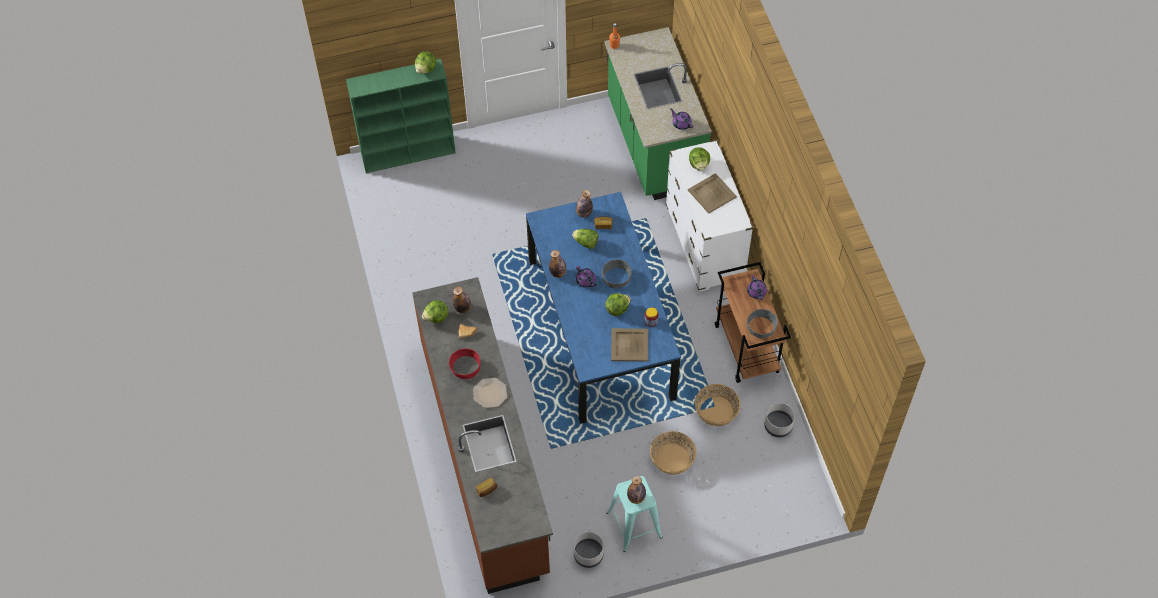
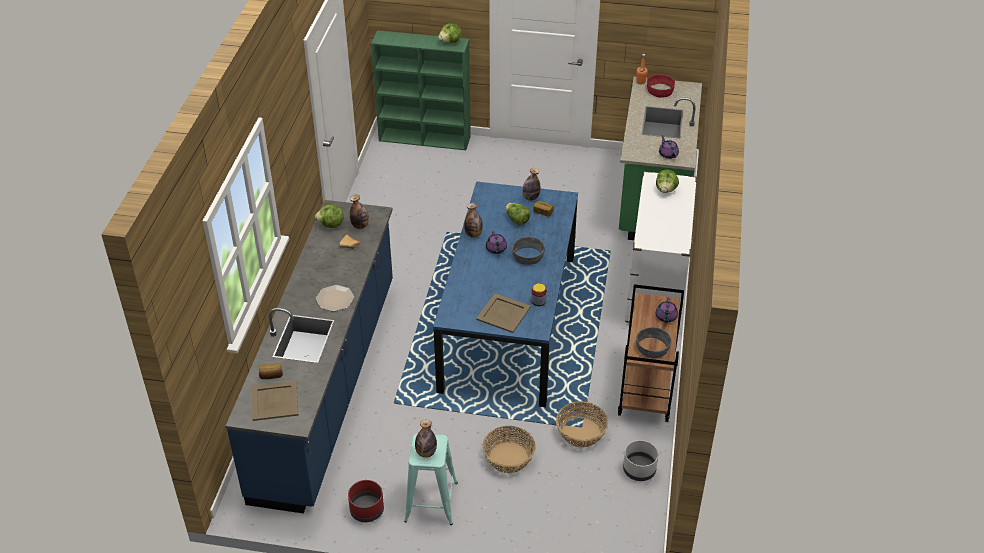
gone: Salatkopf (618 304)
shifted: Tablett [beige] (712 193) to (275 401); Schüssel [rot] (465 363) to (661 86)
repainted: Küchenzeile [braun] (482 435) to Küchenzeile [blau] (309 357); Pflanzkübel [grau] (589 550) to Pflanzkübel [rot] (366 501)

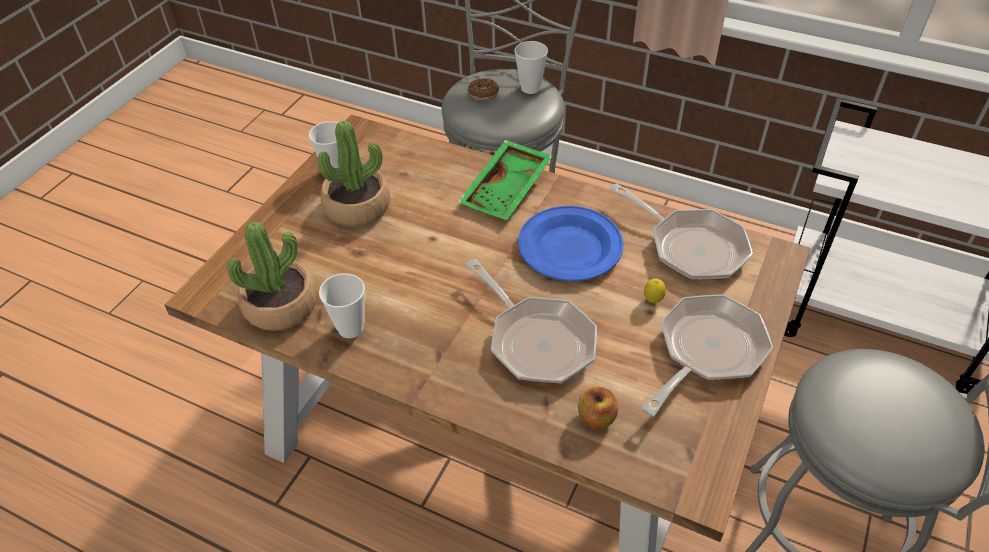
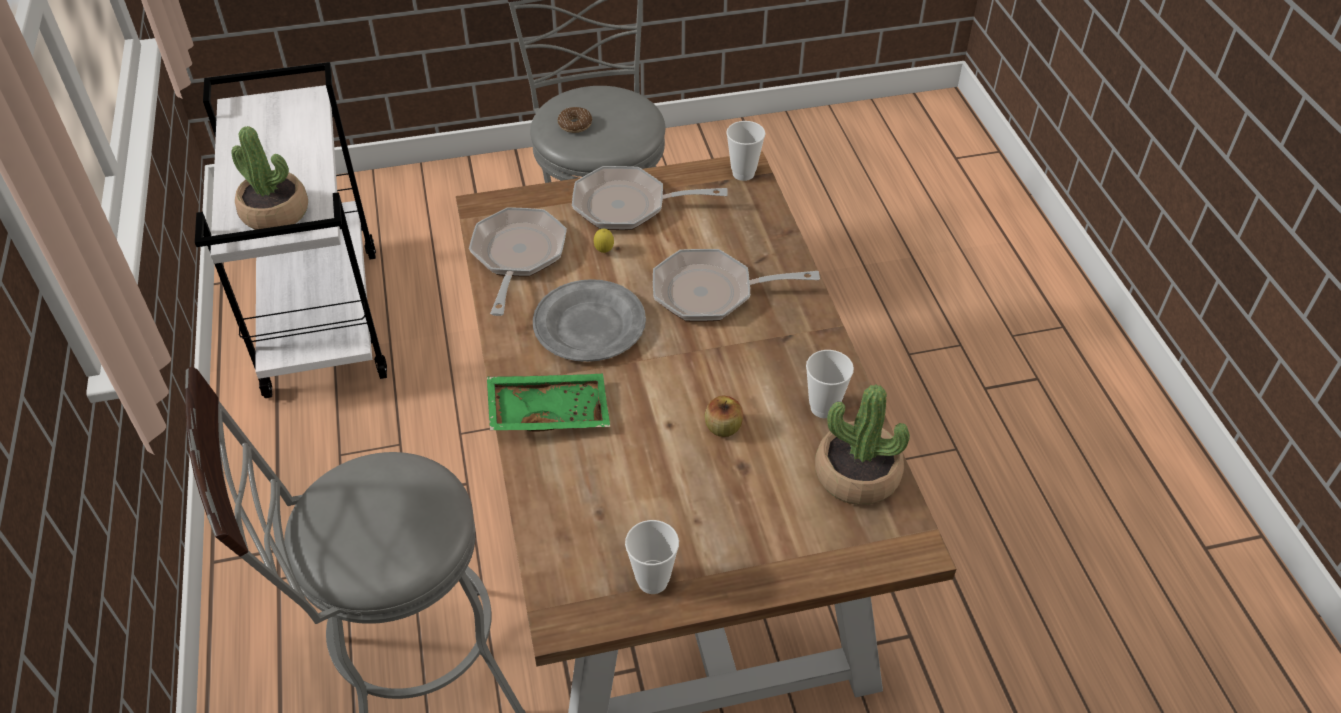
shifted: Topfpflanze (354 174) to (269 178); Donut (483 89) to (575 120); Apfel (598 408) to (724 416); Tasse (531 67) to (746 151)
repainted: Teller [blau] (571 243) to Teller [grau] (589 320)
rotated: Pfanne (531 321) = (736 285) 105 degrees counterclockwise

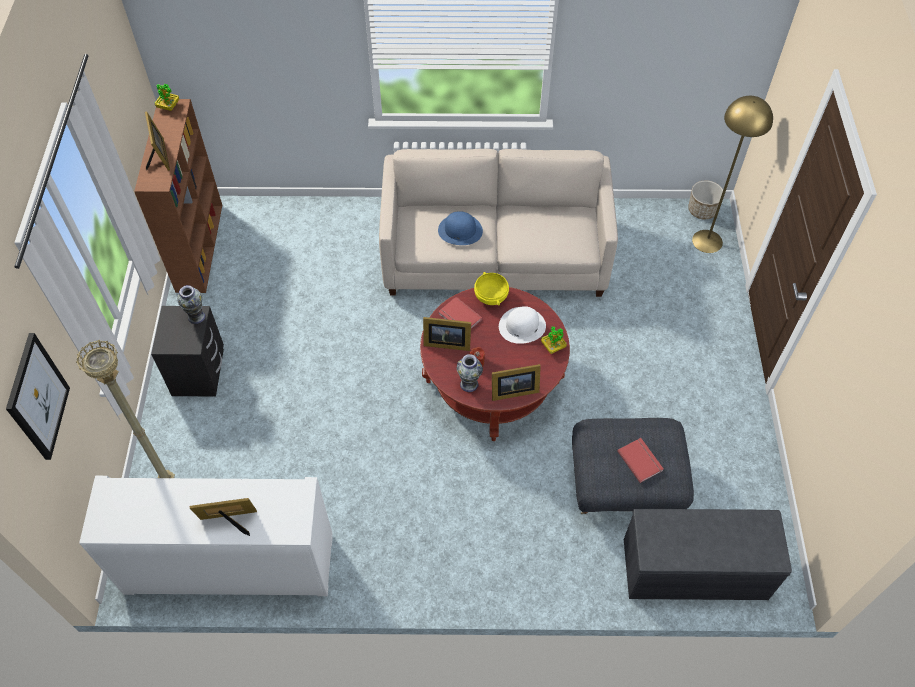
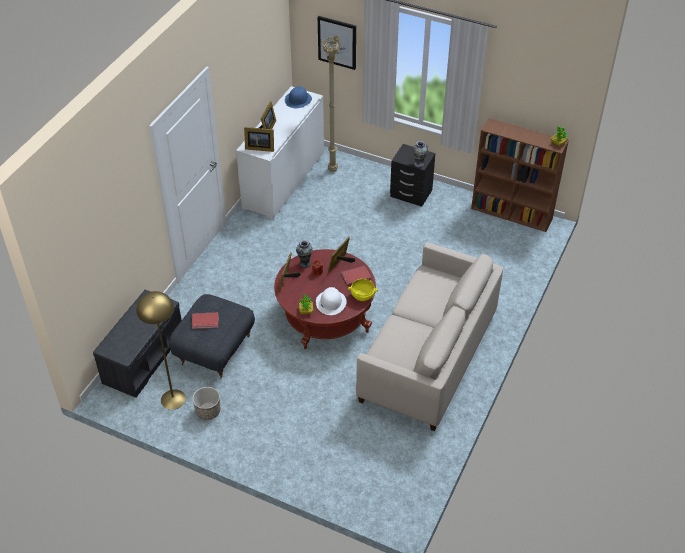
shifted: Stehlampe [gelb] (732 174) to (161 350); Pflanzkübel (705 199) to (206 403); Bilderrahmen (157 141) to (259 139); Hut [blau] (460 228) to (298 97)

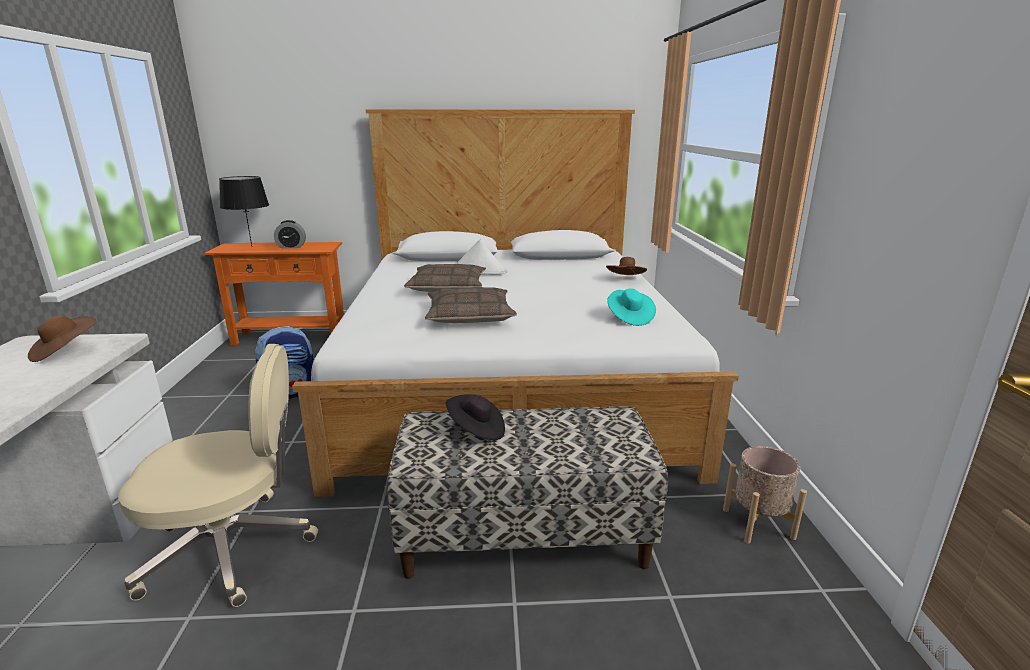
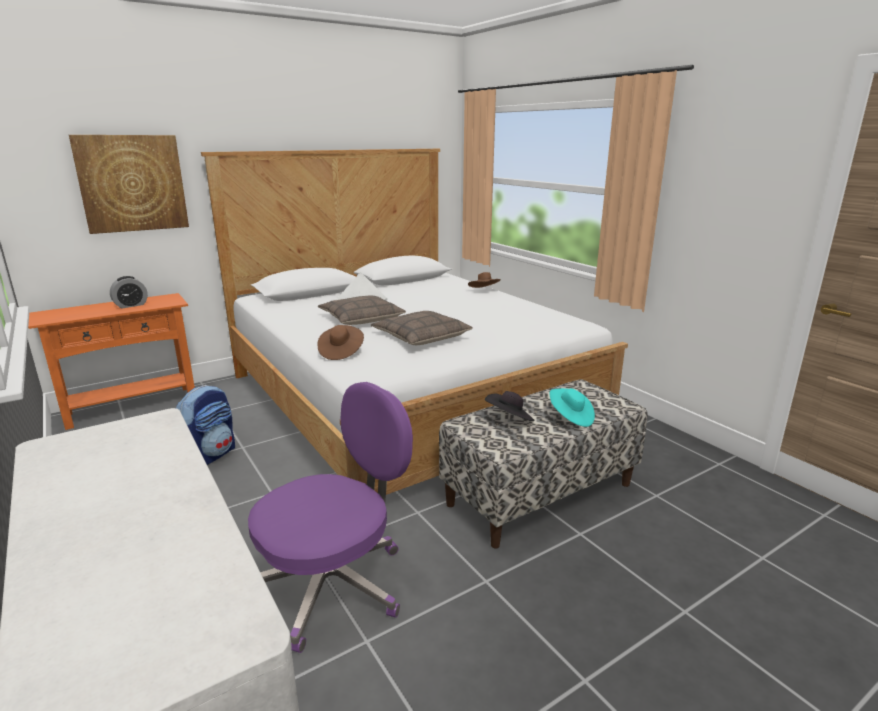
gone: Tischlampe [schwarz] (244 211); Pflanzkübel [beige] (765 494)
new: Bild (129 184)
shifted: Hut [braun] (62 338) to (341 342); Hut [türkis] (631 307) to (572 407)
repainted: Bürostuhl [beige] (218 475) to Bürostuhl [lila] (330 517)

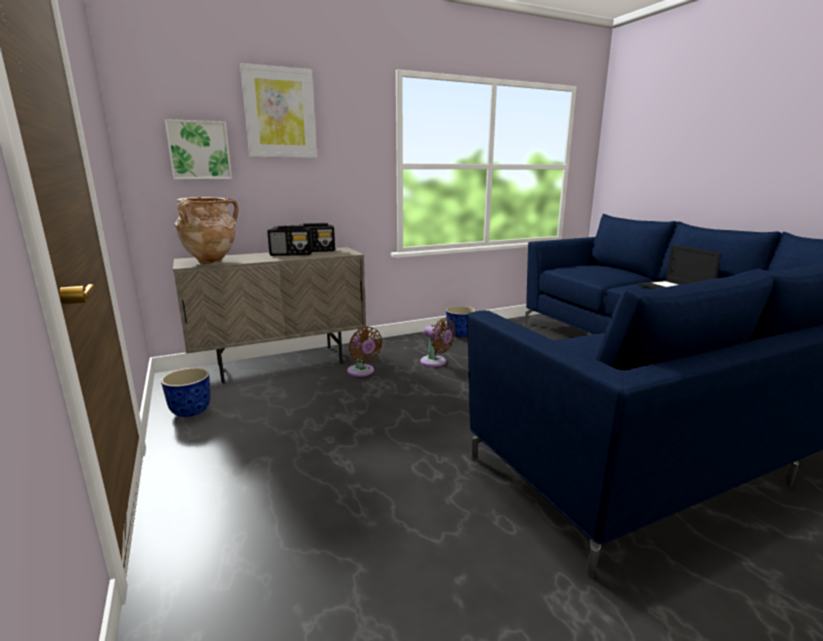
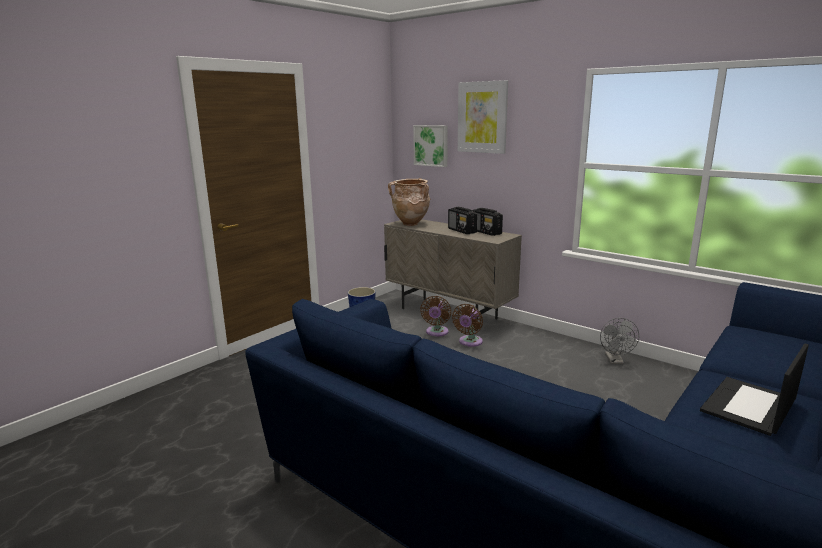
shifted: Ventilator [braun] (437 342) to (435 316)
swapped: Pflanzkübel (461 321) to Ventilator [grau] (619 341)

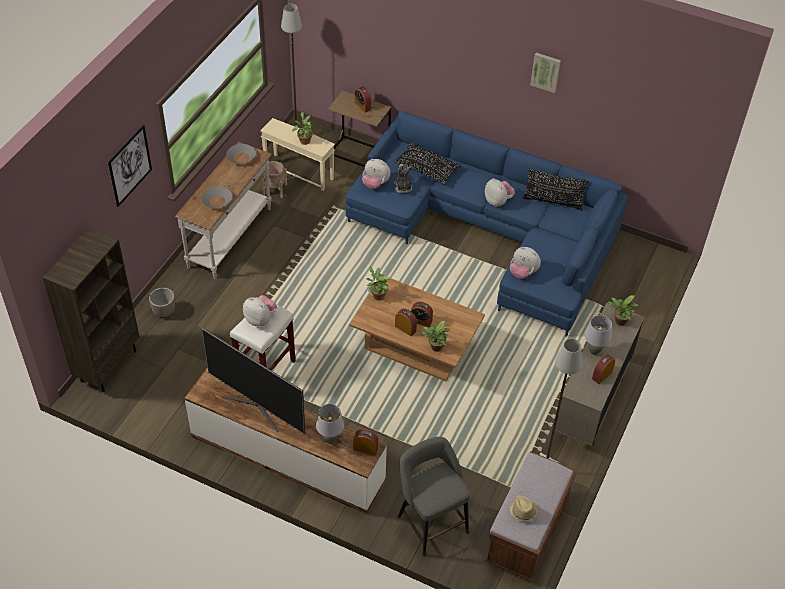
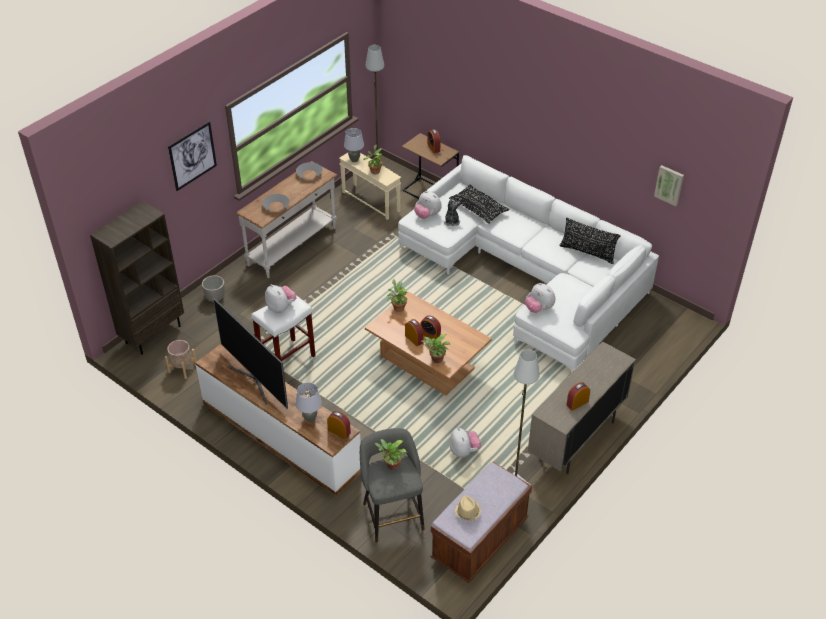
shifted: Pflanzkübel [beige] (274 179) to (181 359); Tischlampe [grau] (598 335) to (354 145); Topfpflanze (622 310) to (390 454); Plüschtier (500 192) to (465 442); Bild (545 73) to (669 185)
repainted: Sofa [blau] (487 224) to Sofa [weiß] (528 264)

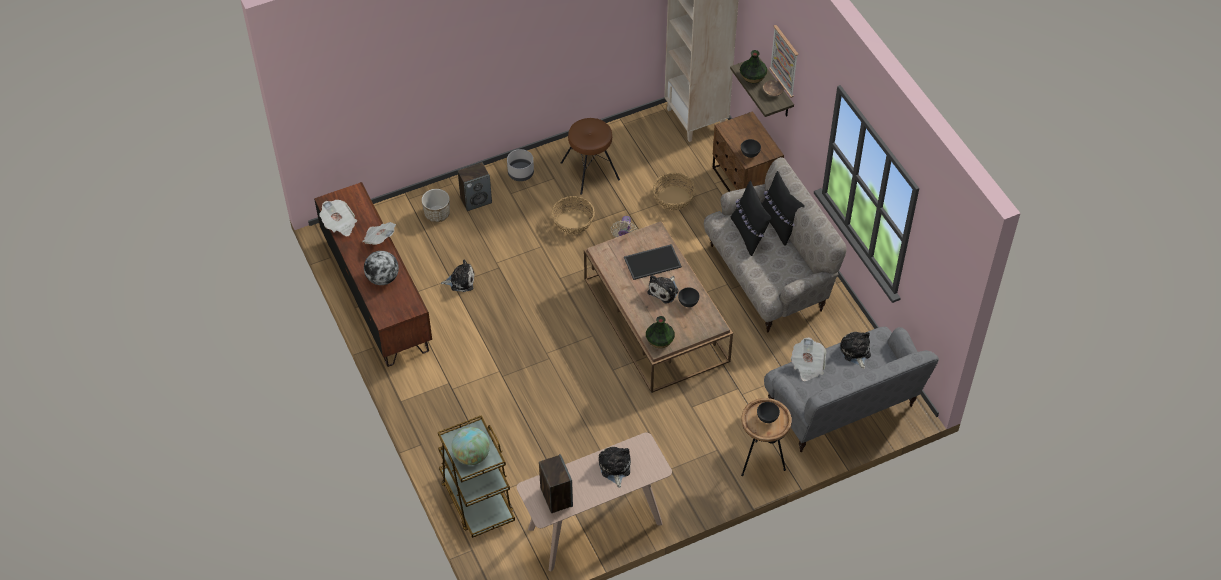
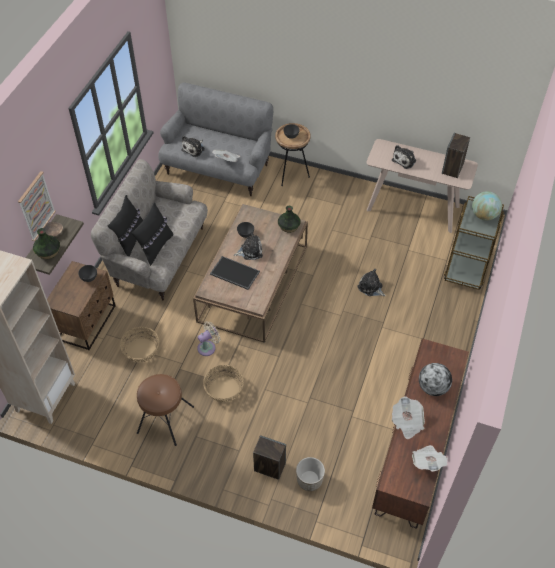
gone: Pflanzkübel [grau] (520 165)
shifted: Plüschtier (457 275) to (371 282)

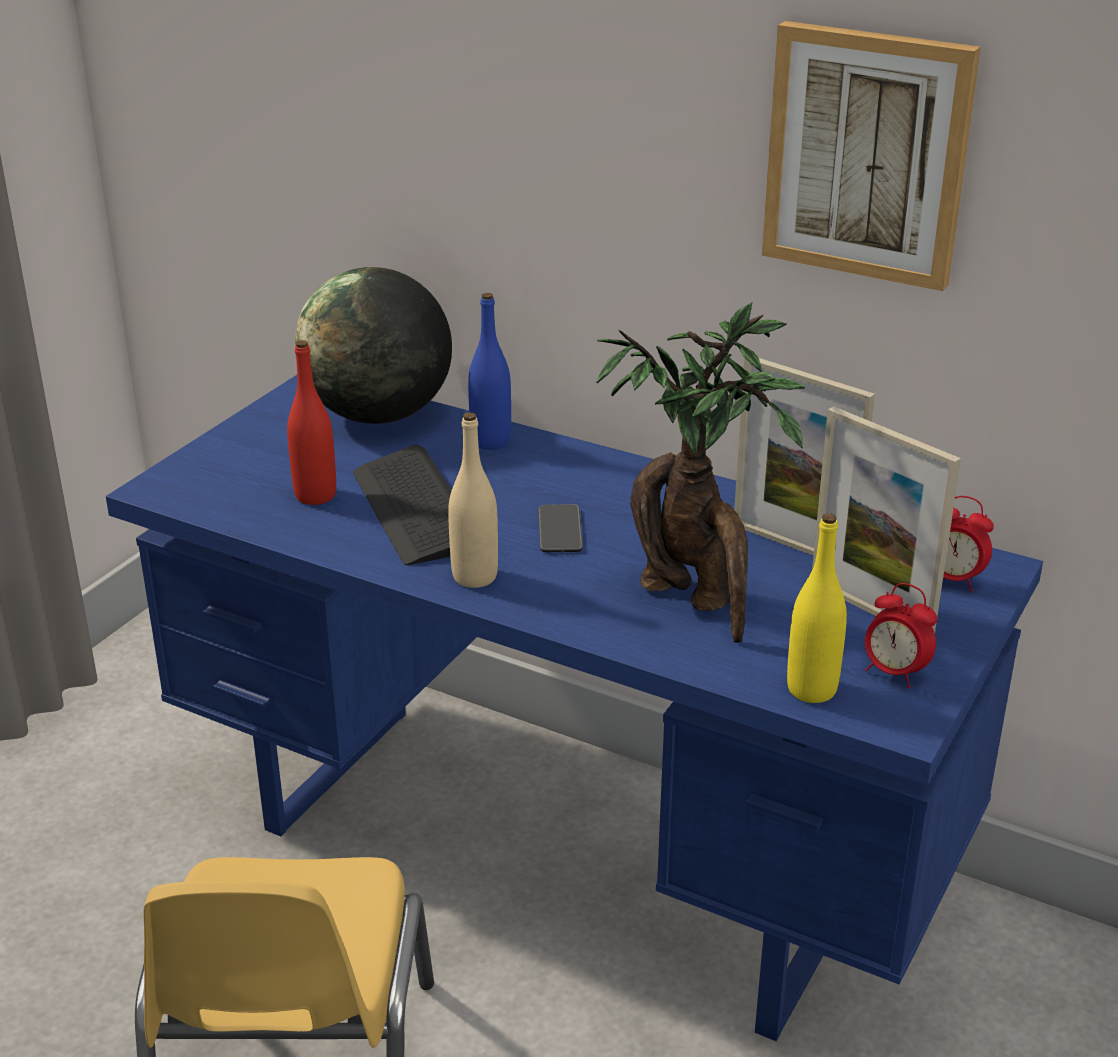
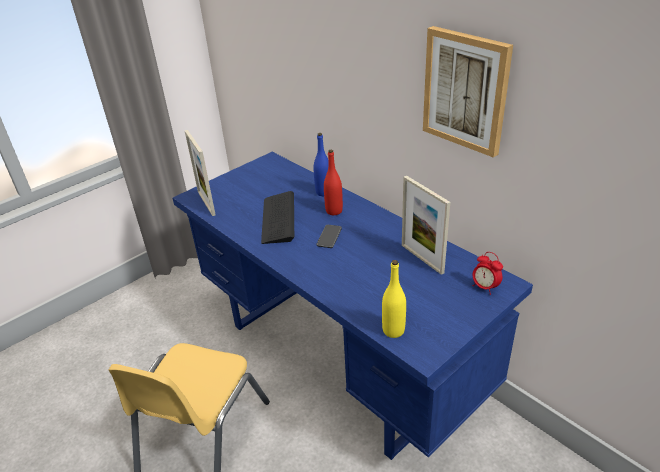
gone: Globus (373 345); Flasche [beige] (473 500); Topfpflanze (700 472); Wecker (901 635)
shifted: Bilderrahmen (886 519) to (200 173); Flasche [rot] (311 422) to (333 182)

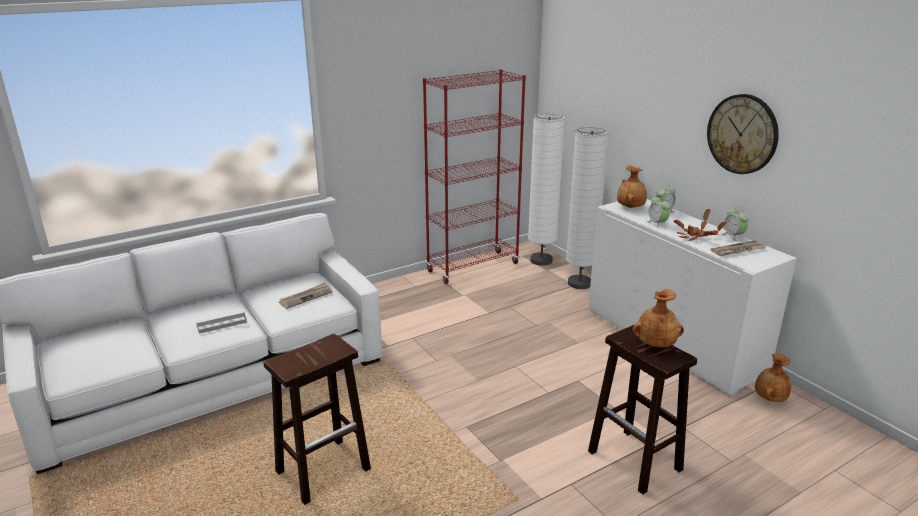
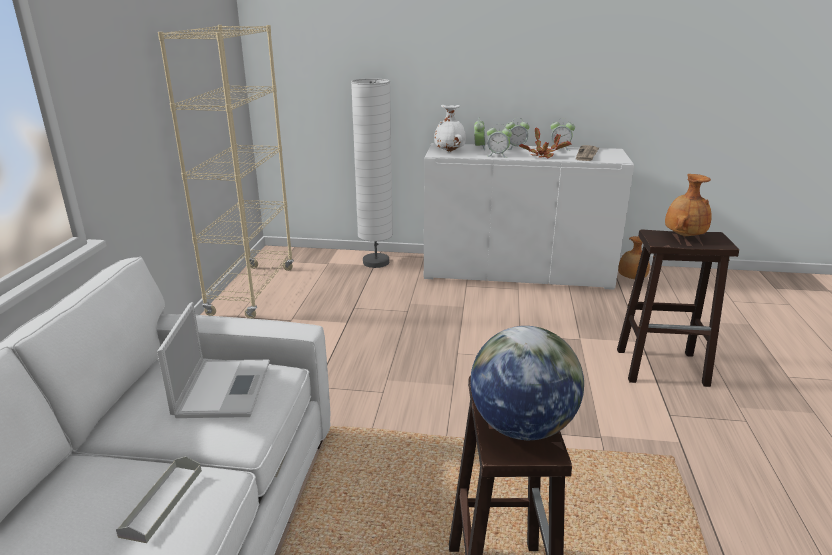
gone: Stehlampe [weiß] (546 189); Wanduhr (743 134)
new: Globus (527 383); Wecker (518 136)
swapped: Zeitung (306 295) to Laptop (213 360)
repainted: Bücherregal [rot] (474 176) to Bücherregal [beige] (226 172); Vase [braun] (632 186) to Vase [weiß] (450 128)

